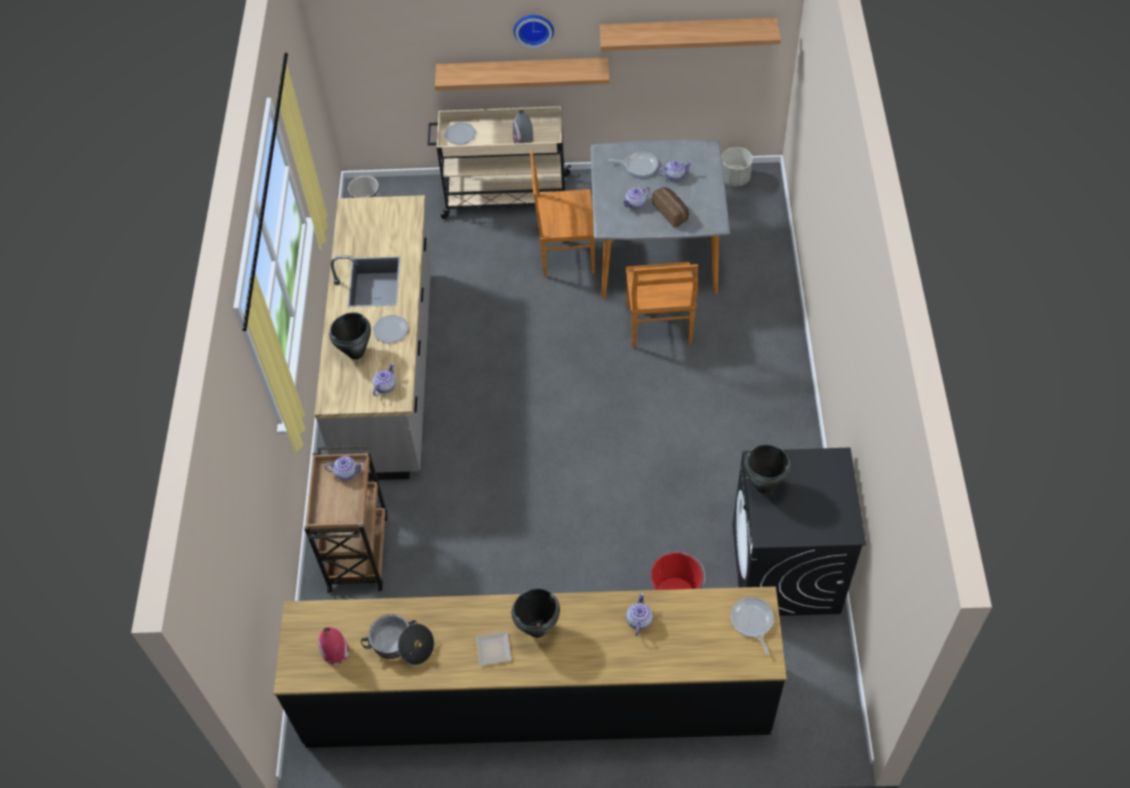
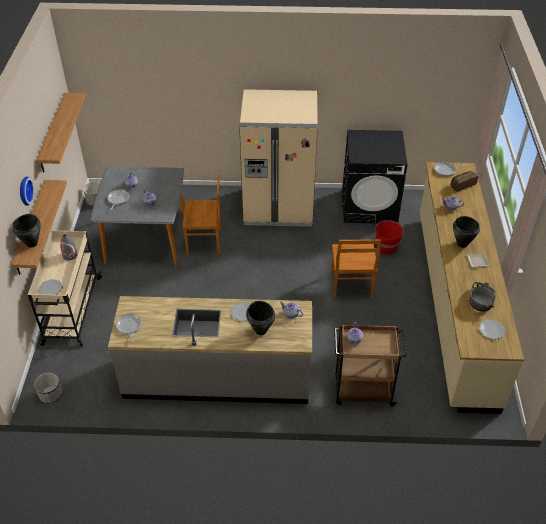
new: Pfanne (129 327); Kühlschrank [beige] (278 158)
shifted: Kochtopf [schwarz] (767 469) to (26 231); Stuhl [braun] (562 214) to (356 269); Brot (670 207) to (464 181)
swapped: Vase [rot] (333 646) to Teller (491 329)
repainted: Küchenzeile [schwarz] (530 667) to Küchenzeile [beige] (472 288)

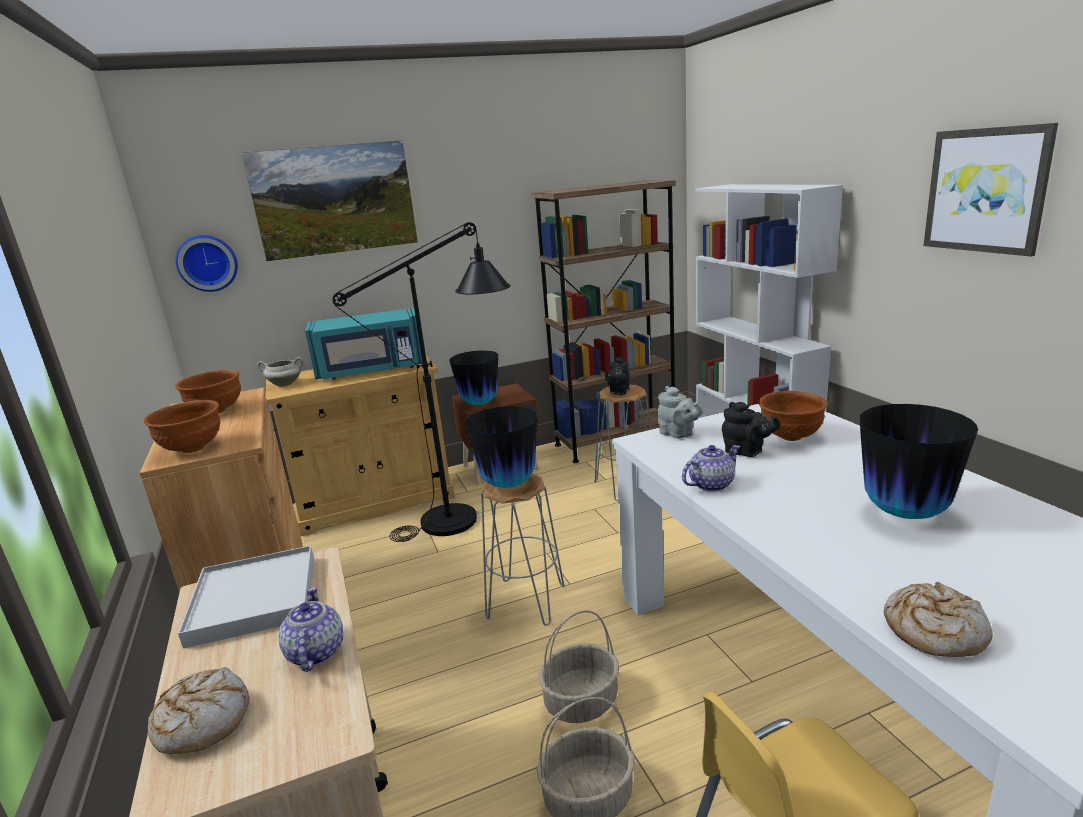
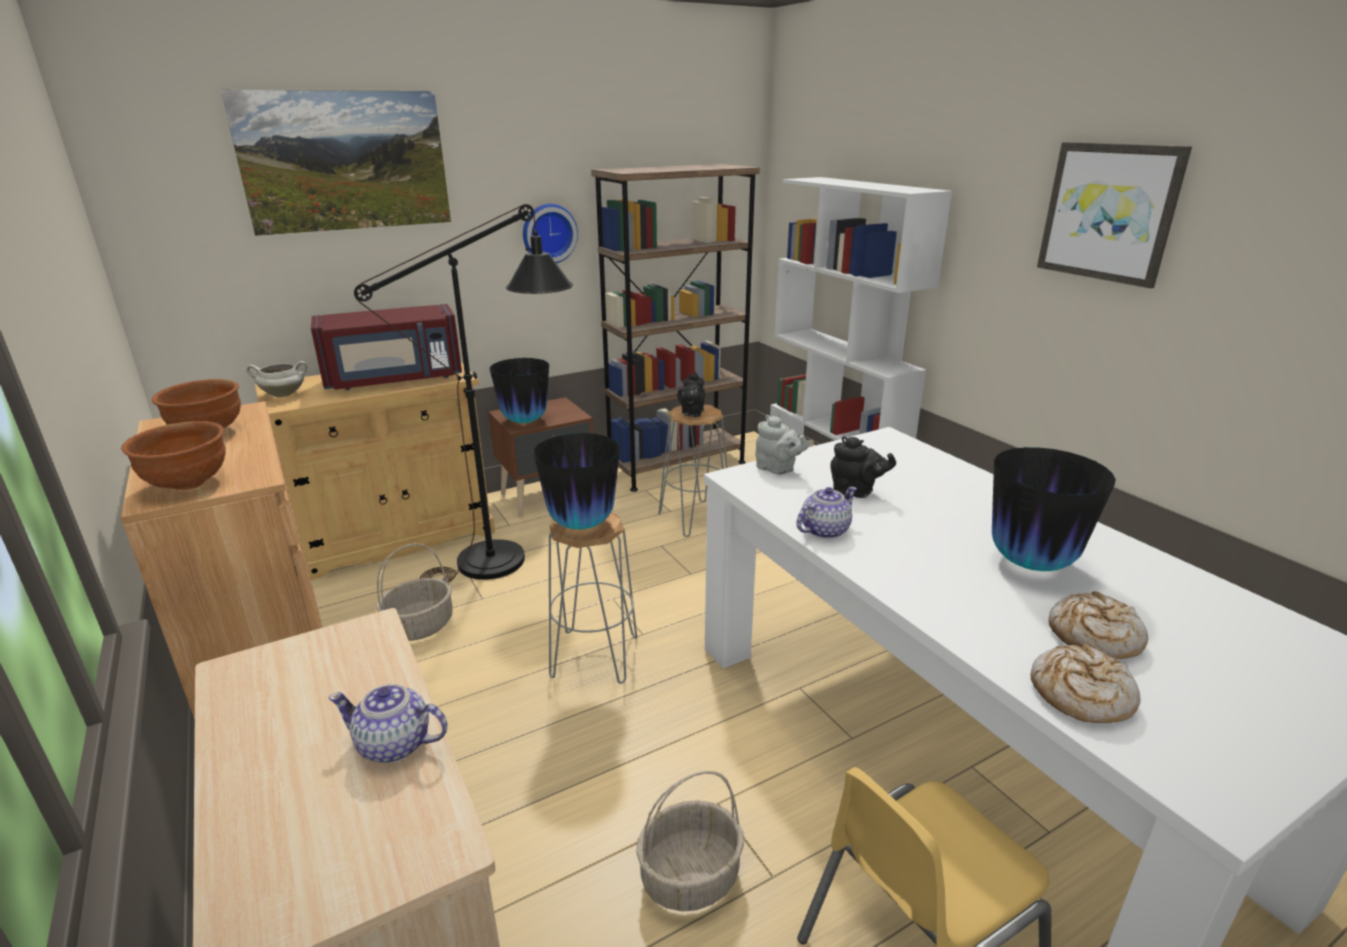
gone: Tablett [weiß] (246 597); Schüssel [braun] (793 416)
shifted: Korb (579 666) to (414 592); Wanduhr (207 263) to (550 233); Brot (199 710) to (1098 625)
repainted: Mikrowelle [türkis] (364 344) to Mikrowelle [rot] (386 347)
rotated: Teekanne (310 629) = (388 723) 60 degrees counterclockwise

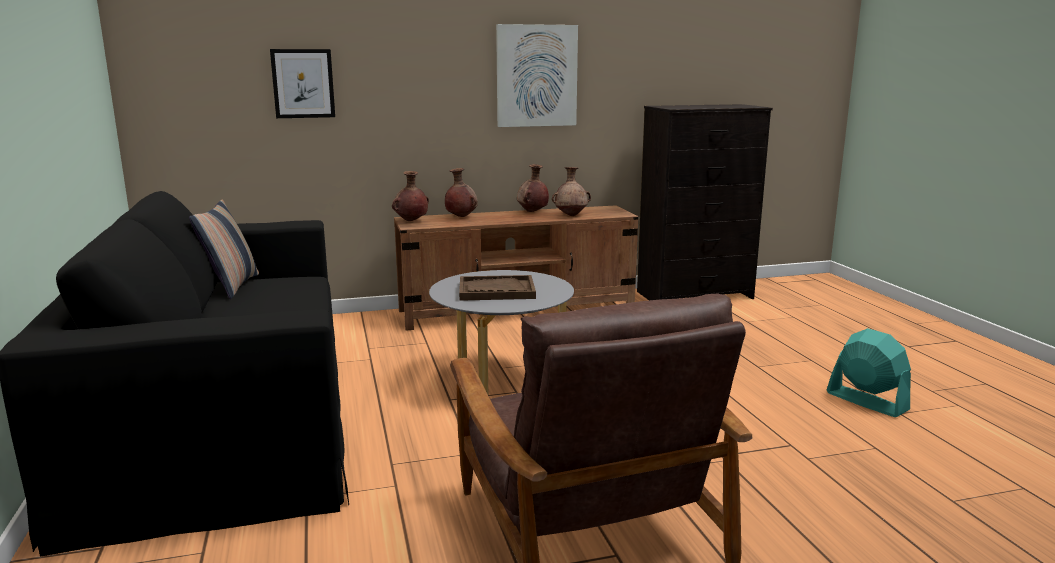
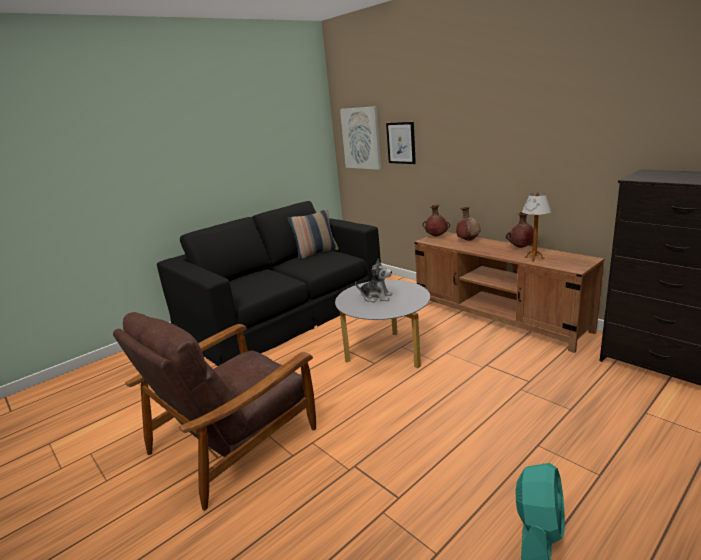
shifted: Bild (537 75) to (360 138)
swapped: Tablett [braun] (497 288) to Plüschtier (373 280); Vase [braun] (571 191) to Tischlampe (536 226)

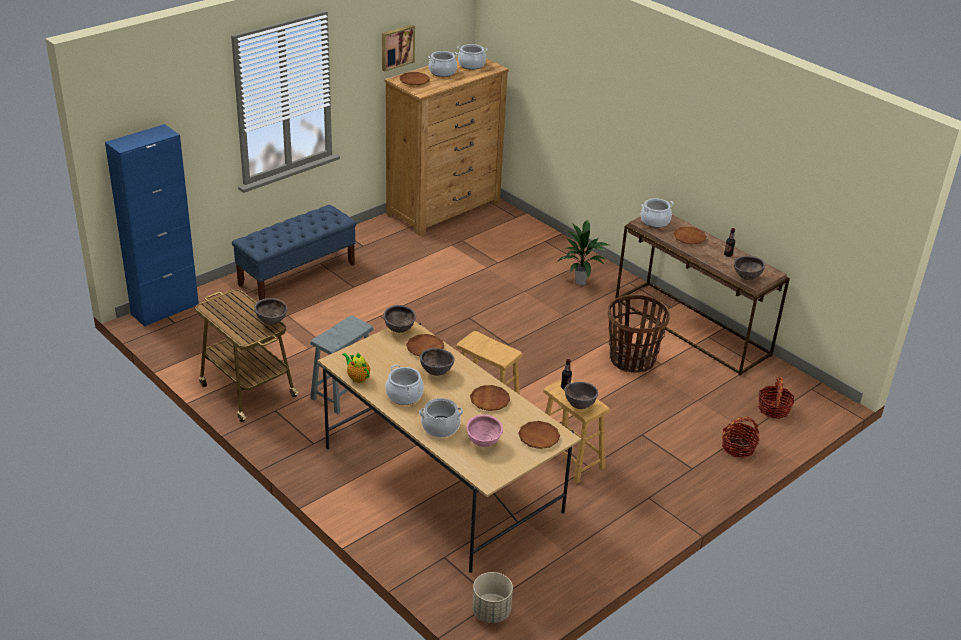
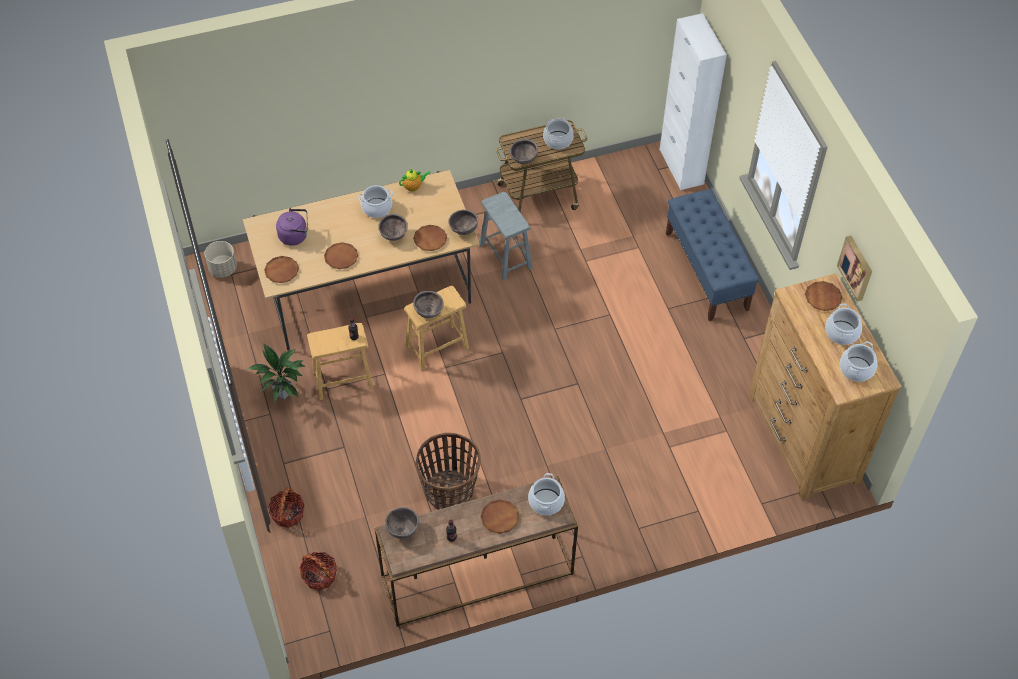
shifted: Topfpflanze (582 252) to (276 373); Schüssel [braun] (581 395) to (428 304); Kochtopf (441 418) to (558 133)
swapped: Schüssel [rosa] (484 430) to Wasserkessel [lila] (292 227)
repainted: Schrank [blau] (152 225) to Schrank [weiß] (693 101)

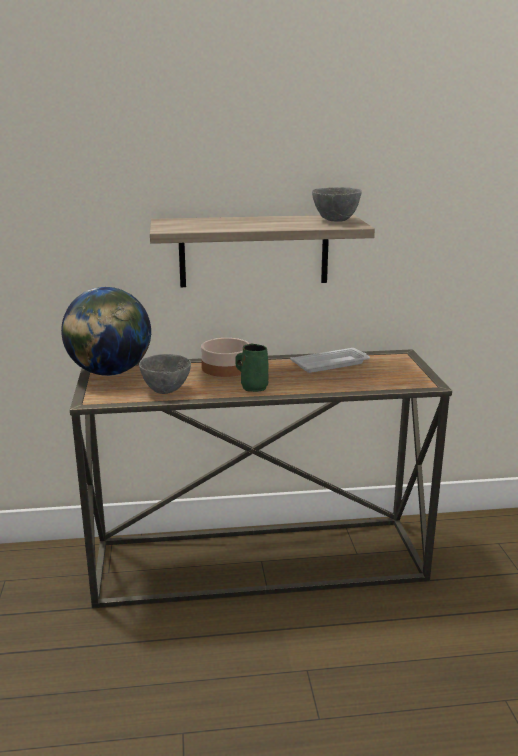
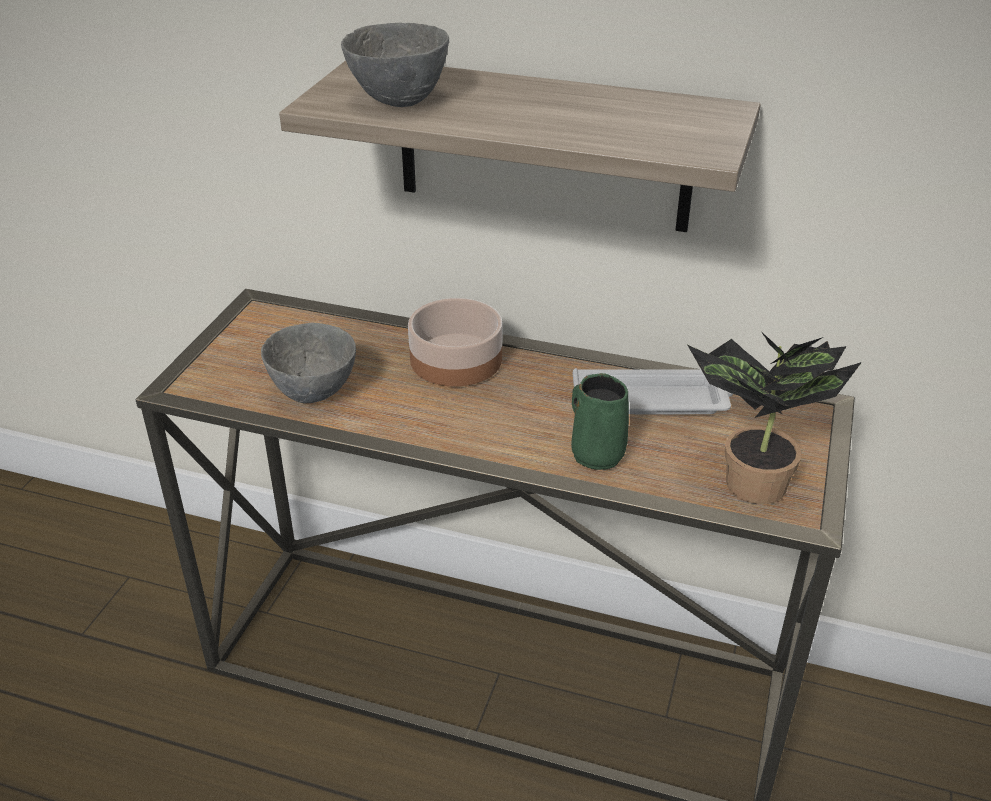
gone: Globus (106 331)
new: Topfpflanze (775 418)
shifted: Schüssel [grau] (337 204) to (395 65); Henkelbecher [grün] (252 368) to (600 421)

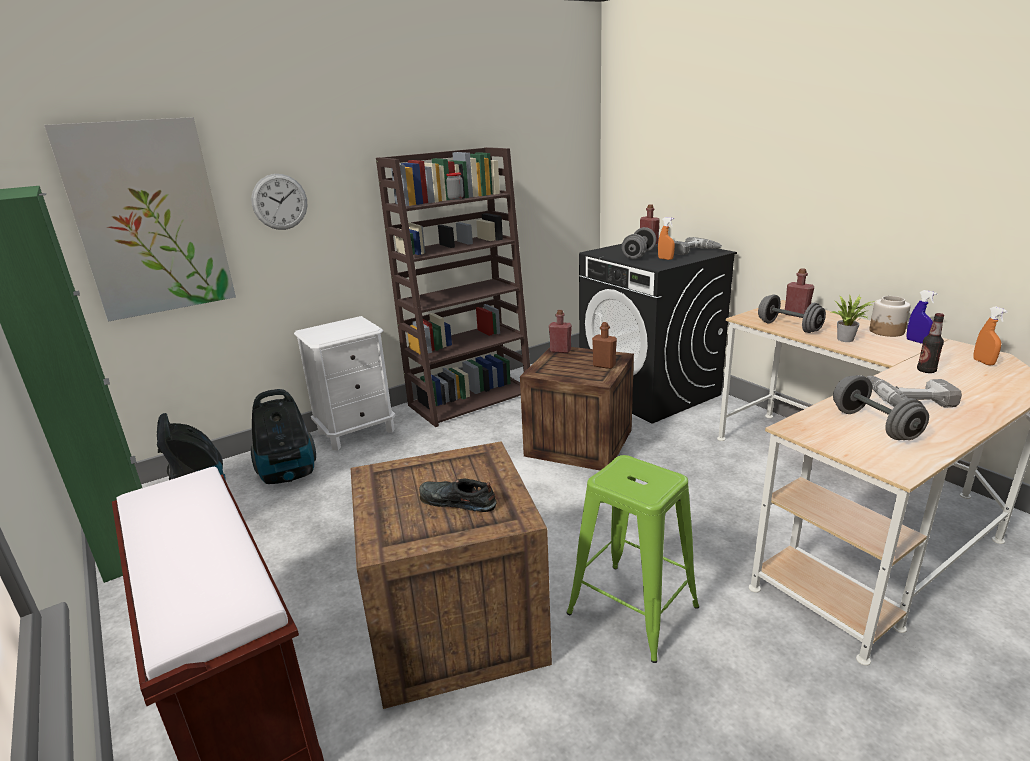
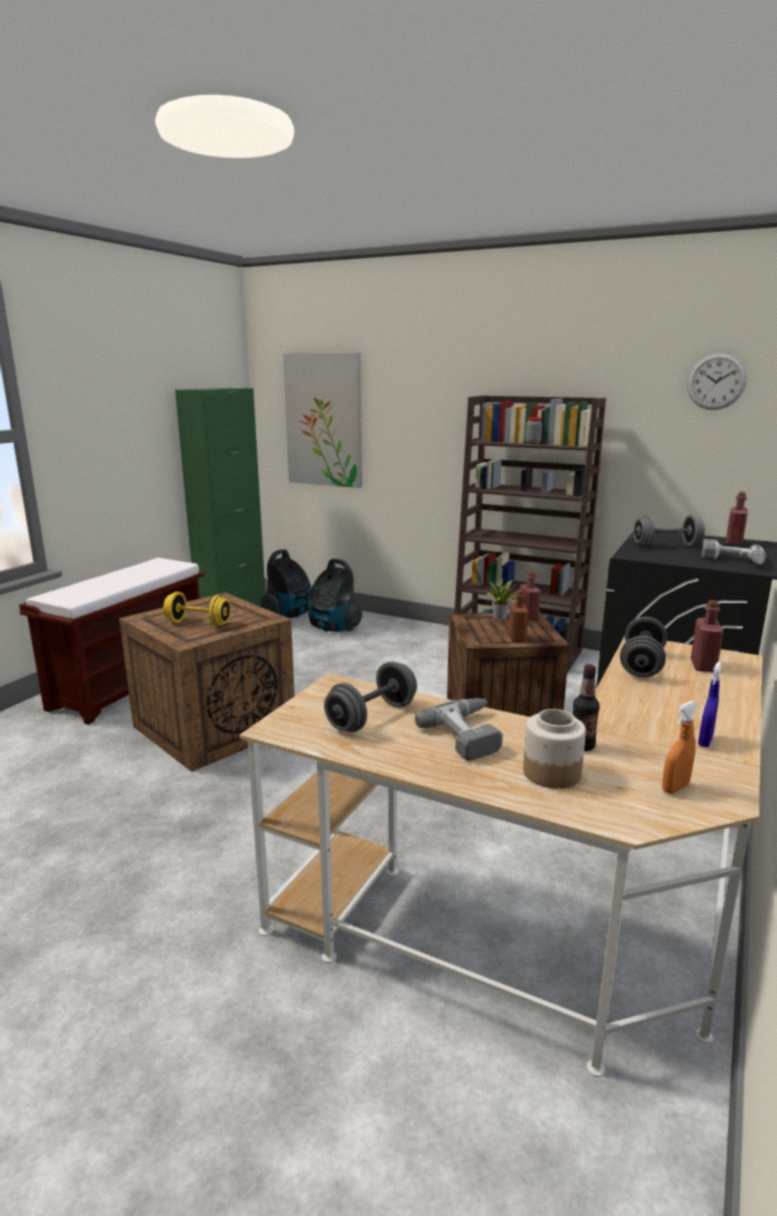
gone: Nachttisch [weiß] (344 383); Hocker [grün] (632 559); Sprühflasche [orange] (666 238)
shifted: Topfpflanze (852 318) to (501 598); Vorratsglas (890 316) to (554 749); Wanduhr (279 202) to (717 381)
swapped: Schuh [schwarz] (458 495) to Hantel [gelb] (197 609)

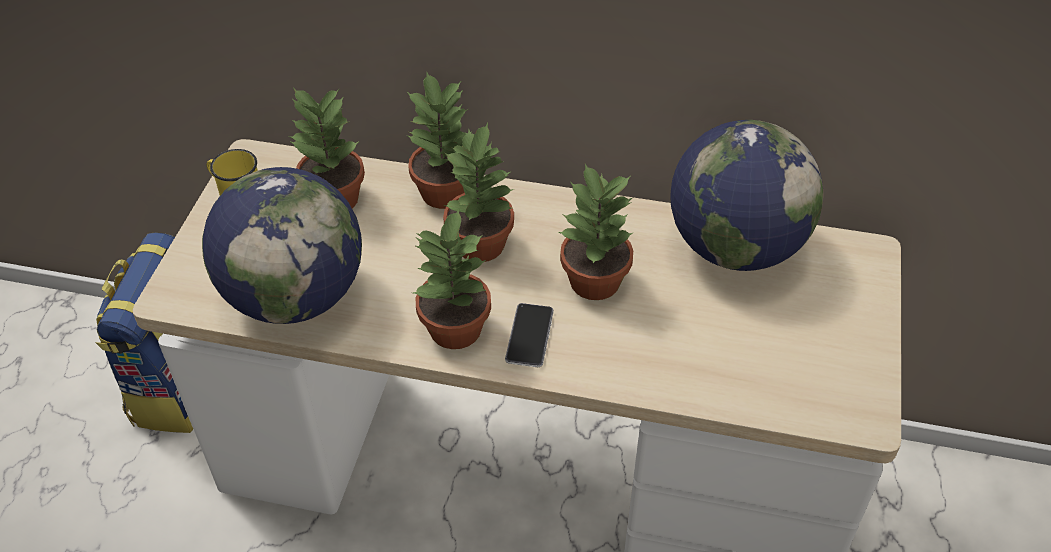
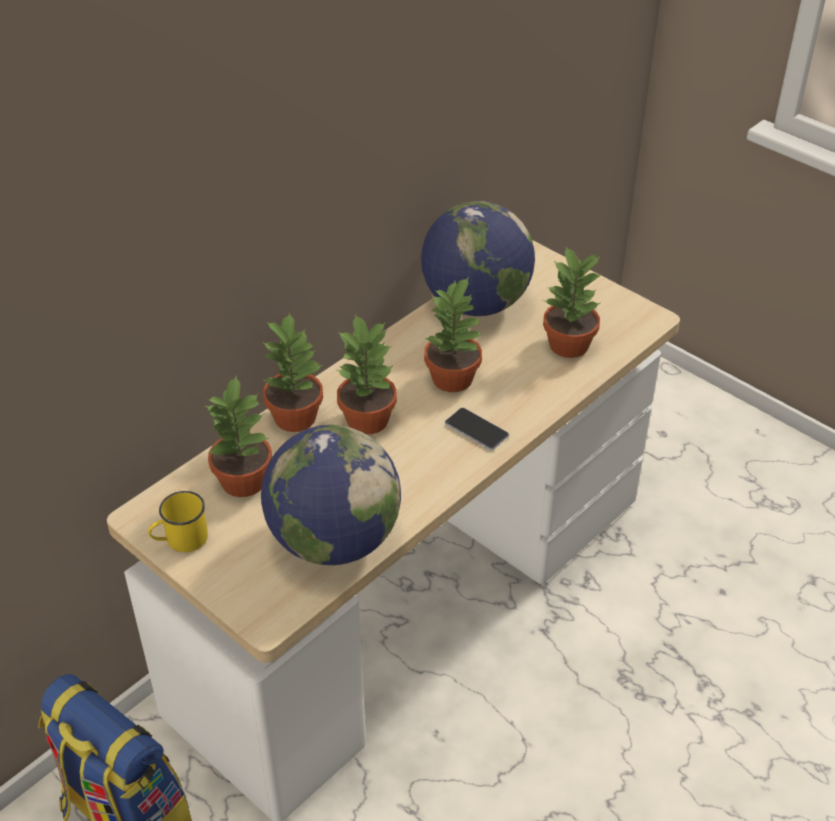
shifted: Topfpflanze (452 279) to (572 302)

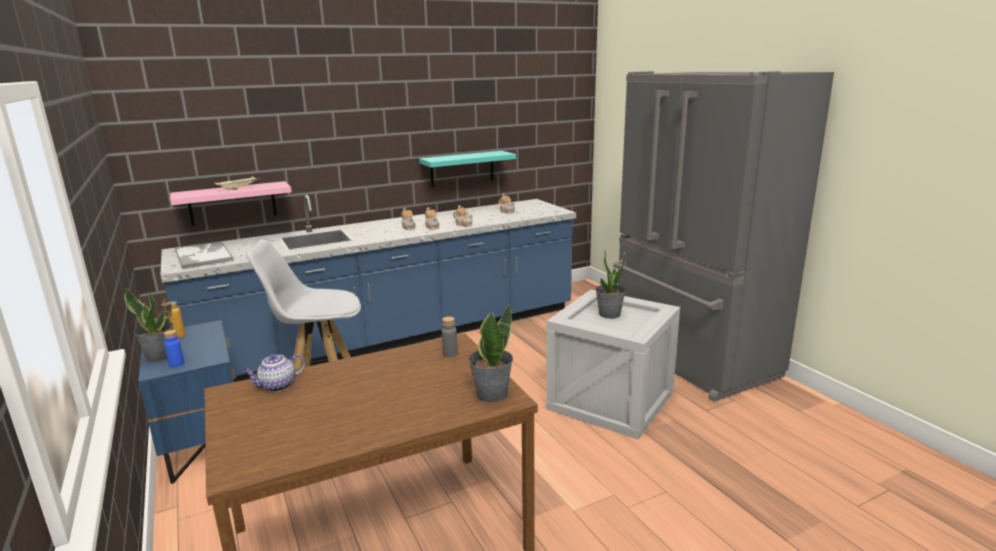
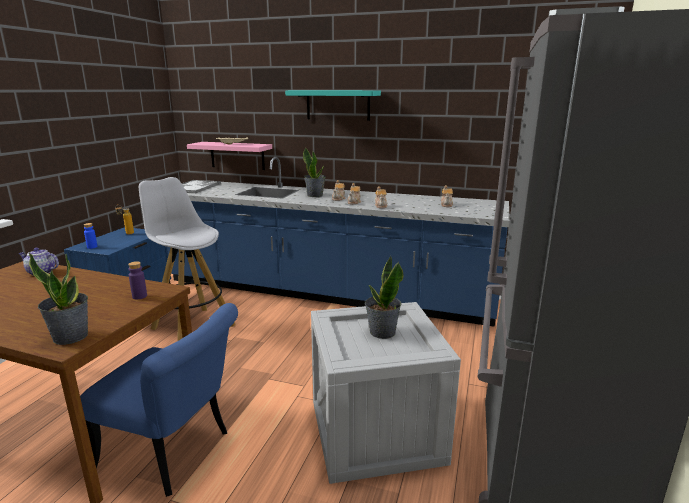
new: Stuhl [blau] (159 400)
shifted: Wandregal [türkis] (467 169) to (333 105); Topfpflanze (148 325) to (314 172)
repainted: Flasche [grau] (450 337) to Flasche [lila] (137 280)

